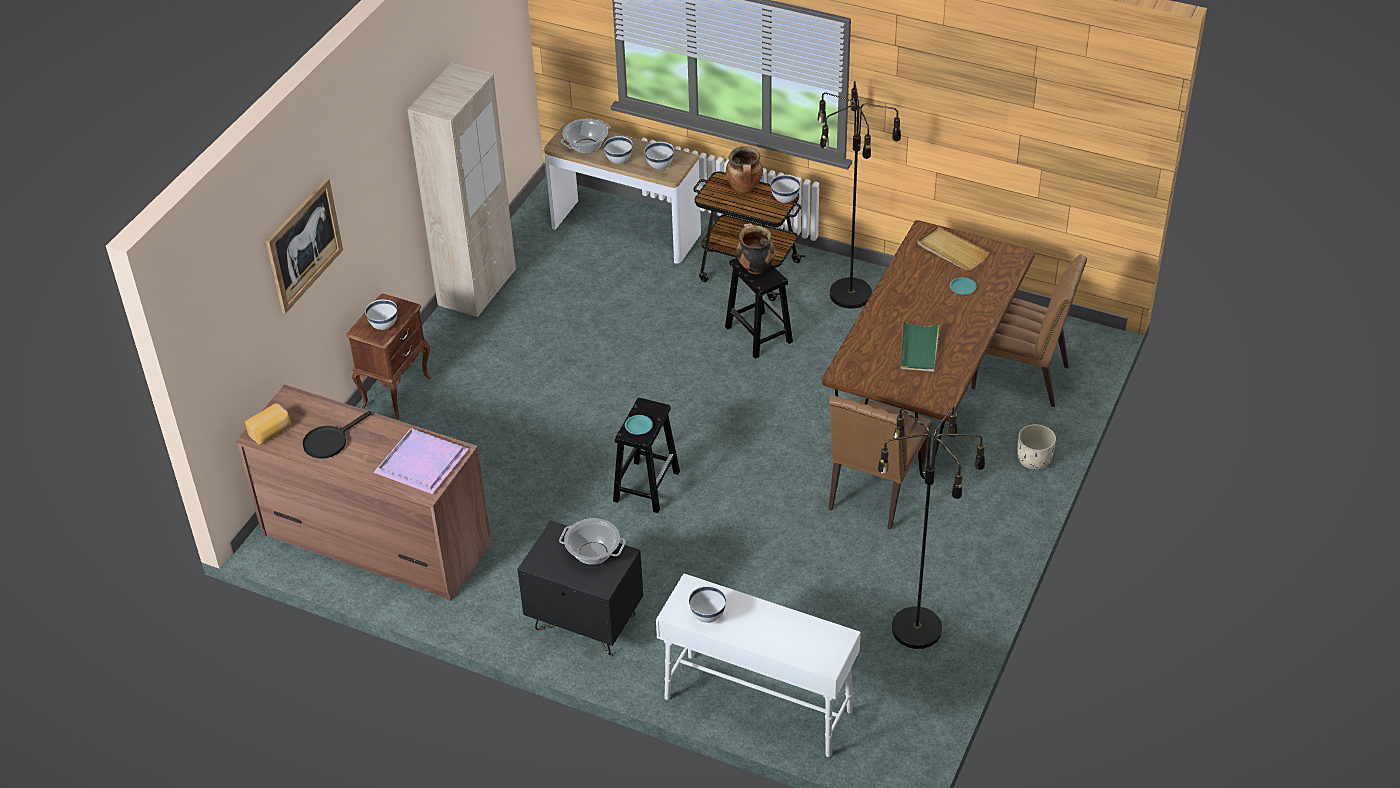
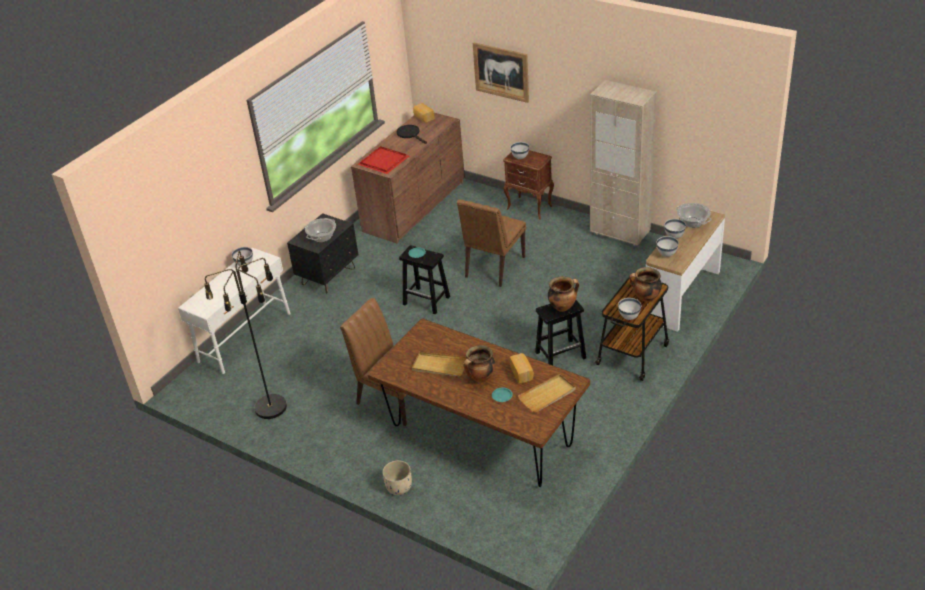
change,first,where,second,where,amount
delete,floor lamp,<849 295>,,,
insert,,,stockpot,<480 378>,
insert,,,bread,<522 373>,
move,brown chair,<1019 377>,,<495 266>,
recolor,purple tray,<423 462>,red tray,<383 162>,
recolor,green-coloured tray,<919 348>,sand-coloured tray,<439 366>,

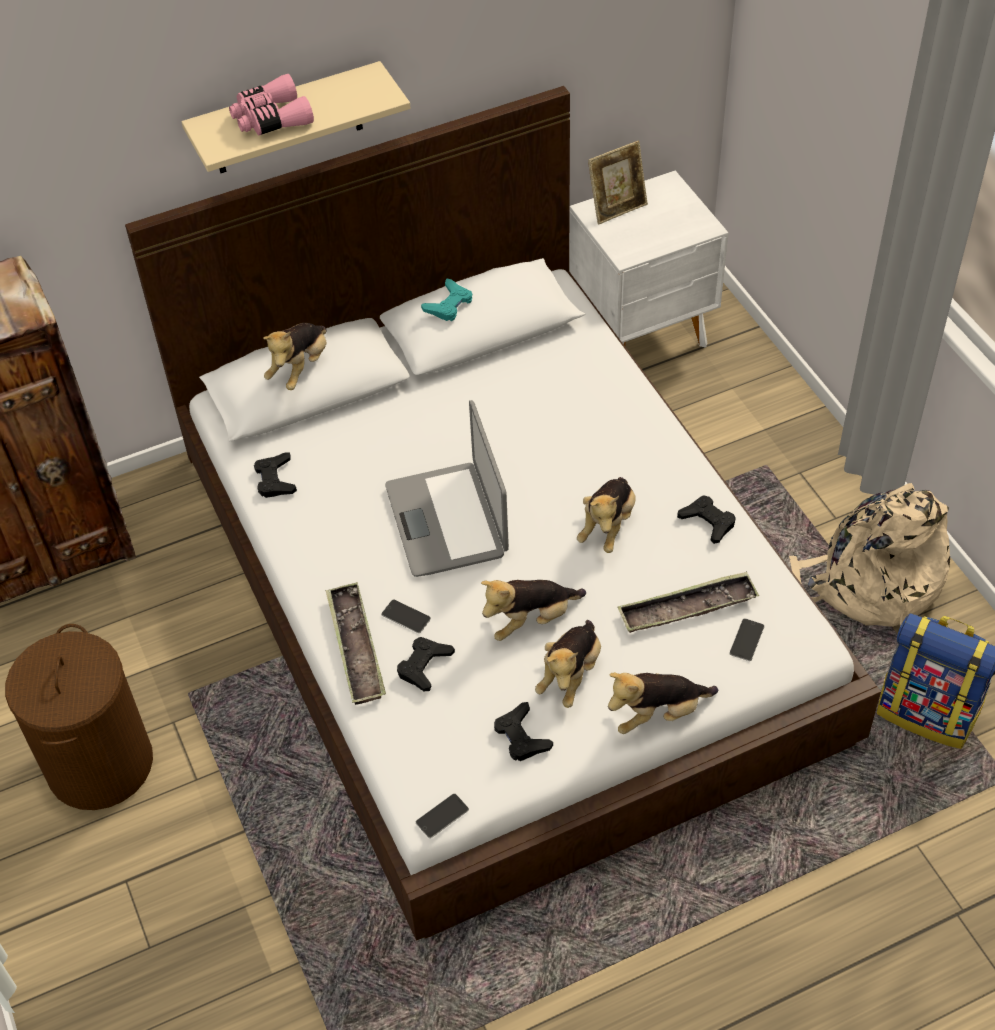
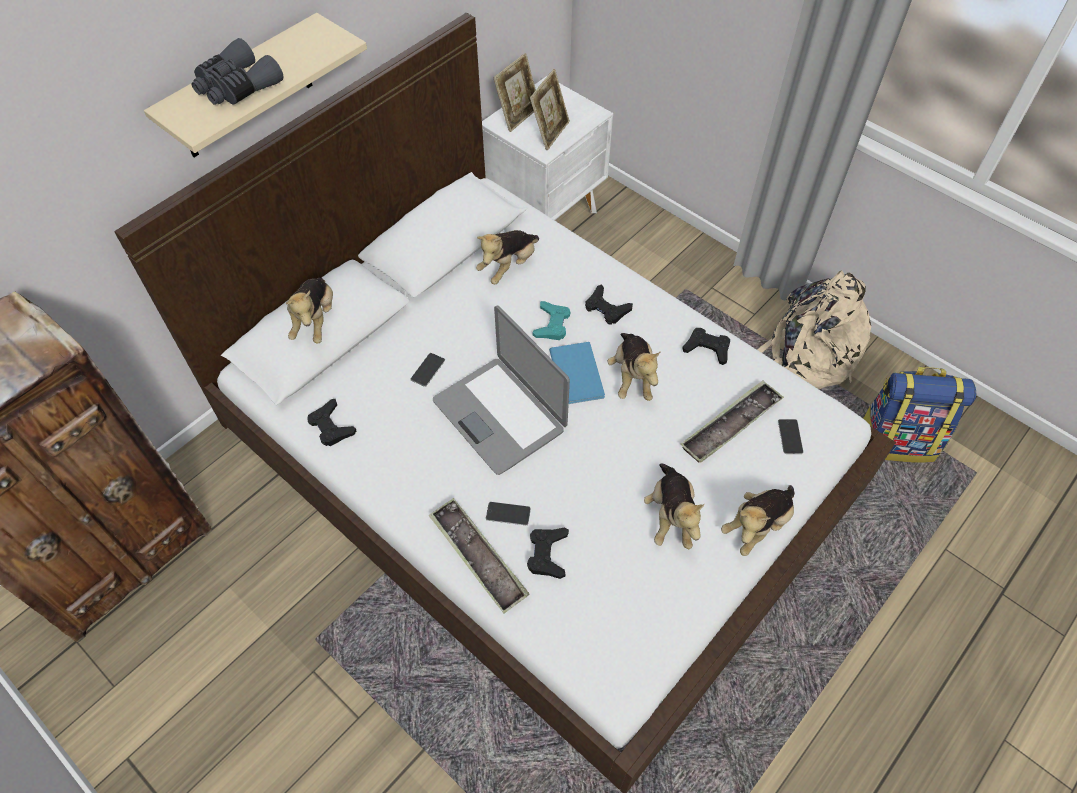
change,first,where,second,where,amount
delete,brown laundry basket,<100 763>,,,
insert,,,standing frame,<550 133>,
insert,,,blue-coloured bound book,<578 372>,
move,handset,<442 816>,,<428 369>,
move,turquoise-coloured game controller,<449 305>,,<552 324>,
move,cuddly toy,<530 620>,,<508 266>,
move,blackish game controller,<521 736>,,<606 308>,
recolor,pinkish pair of binoculars,<270 119>,greyish pair of binoculars,<236 87>,

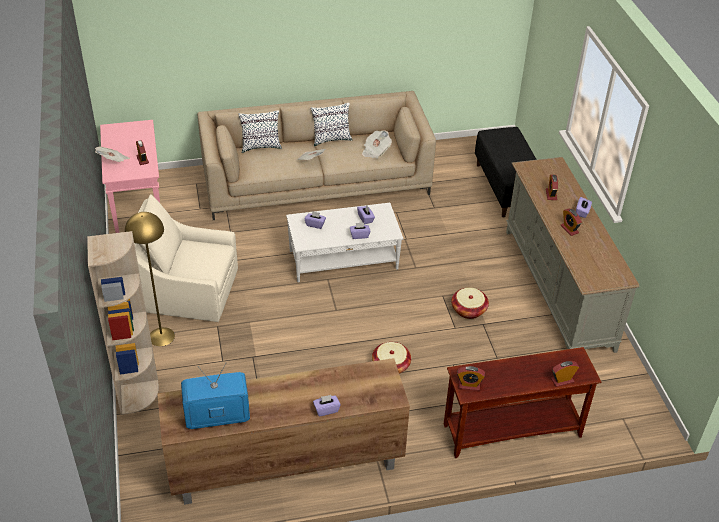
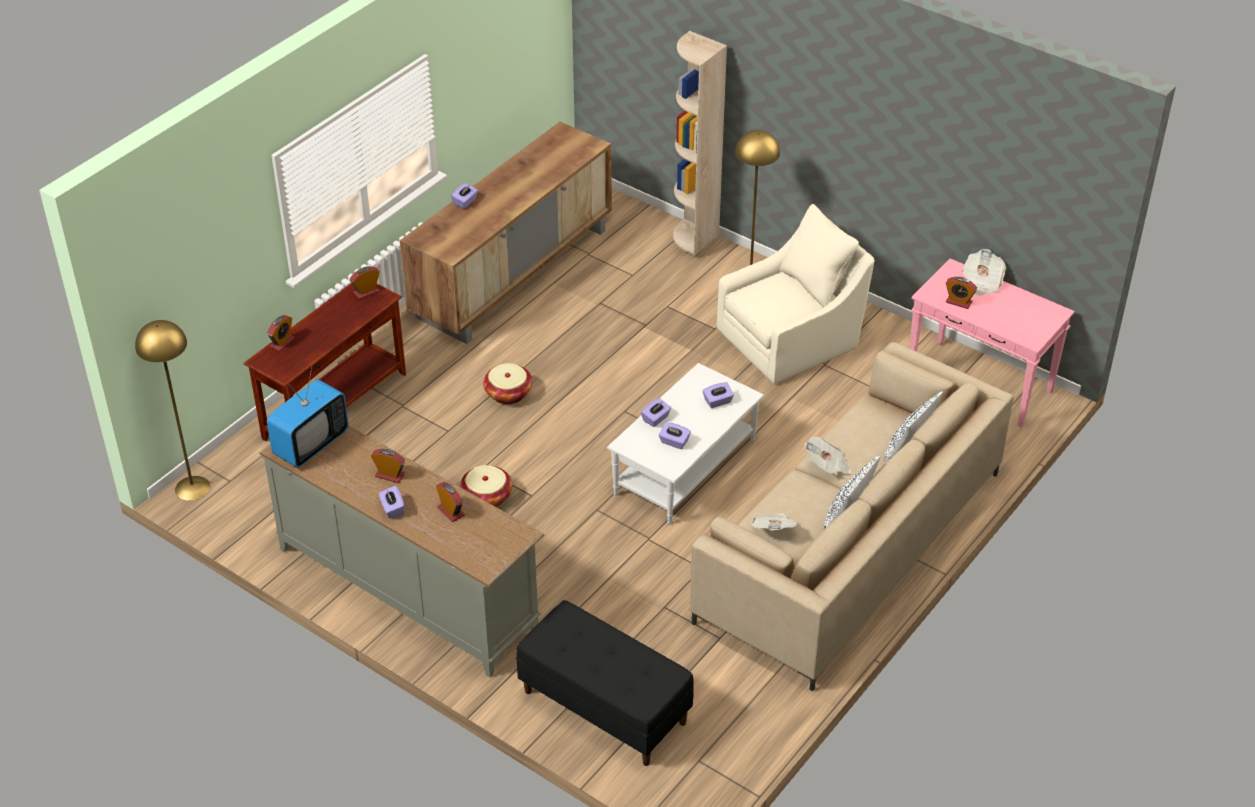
change,first,where,second,where,amount
insert,,,yellow-coloured floor lamp,<192 488>,
move,TV,<217 416>,,<311 444>,

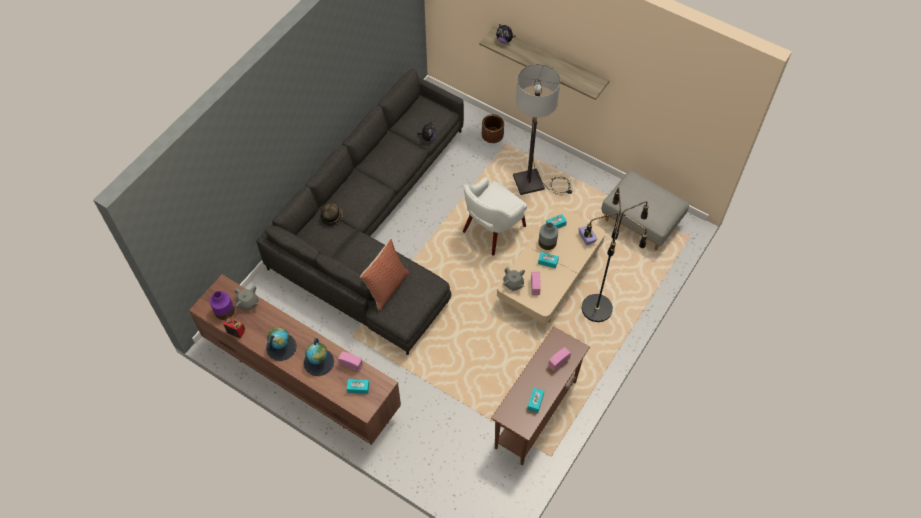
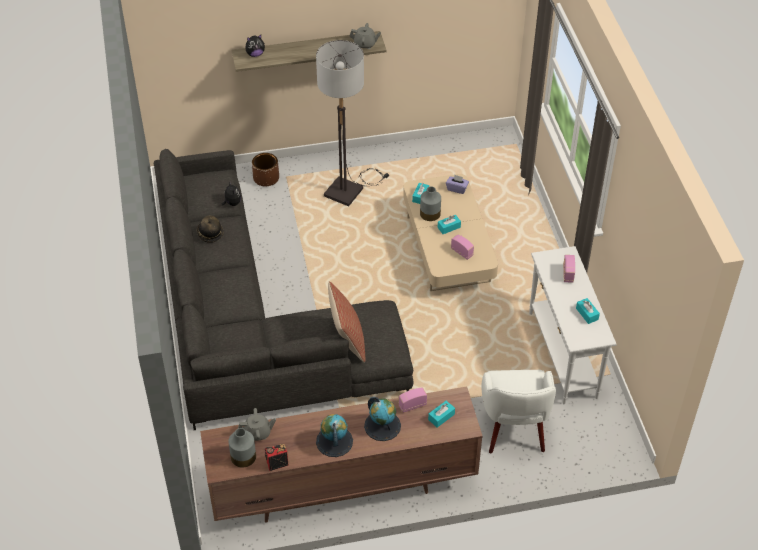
change,first,where,second,where,amount
delete,floor lamp,<597 309>,,,
delete,greyish pouffe,<641 222>,,,
move,clothing hat,<332 216>,,<210 233>,
move,whitish easy chair,<492 230>,,<514 428>,
move,greyish tea pot,<513 284>,,<365 44>,
recolor,purple vase,<224 311>,greyish vase,<243 457>,
recolor,brown narrow table,<536 415>,whitish narrow table,<564 355>,

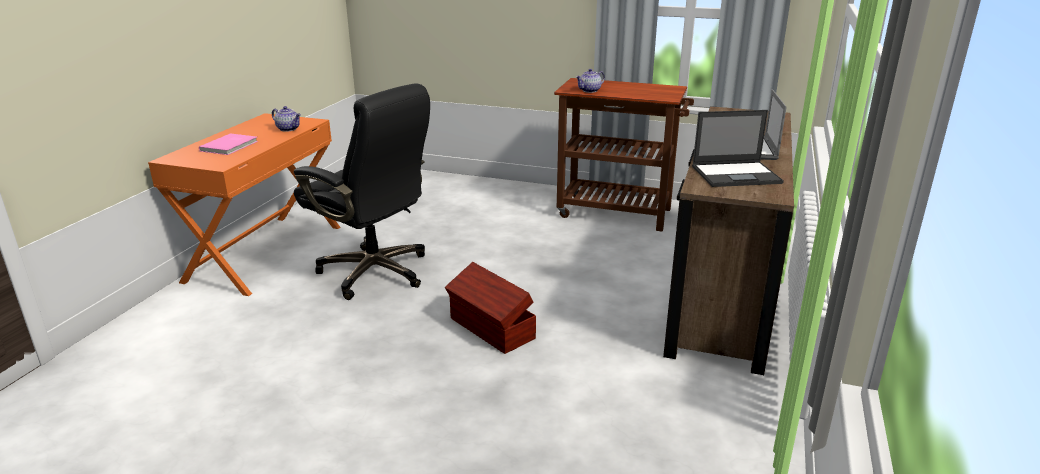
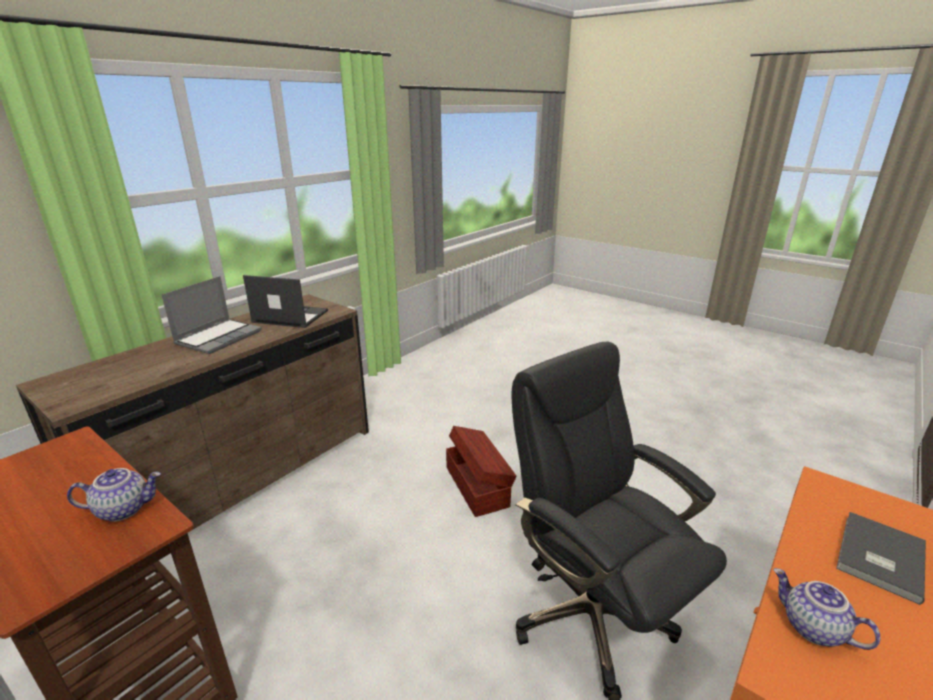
change,first,where,second,where,amount
recolor,pinkish bound book,<231 146>,greyish bound book,<877 557>,

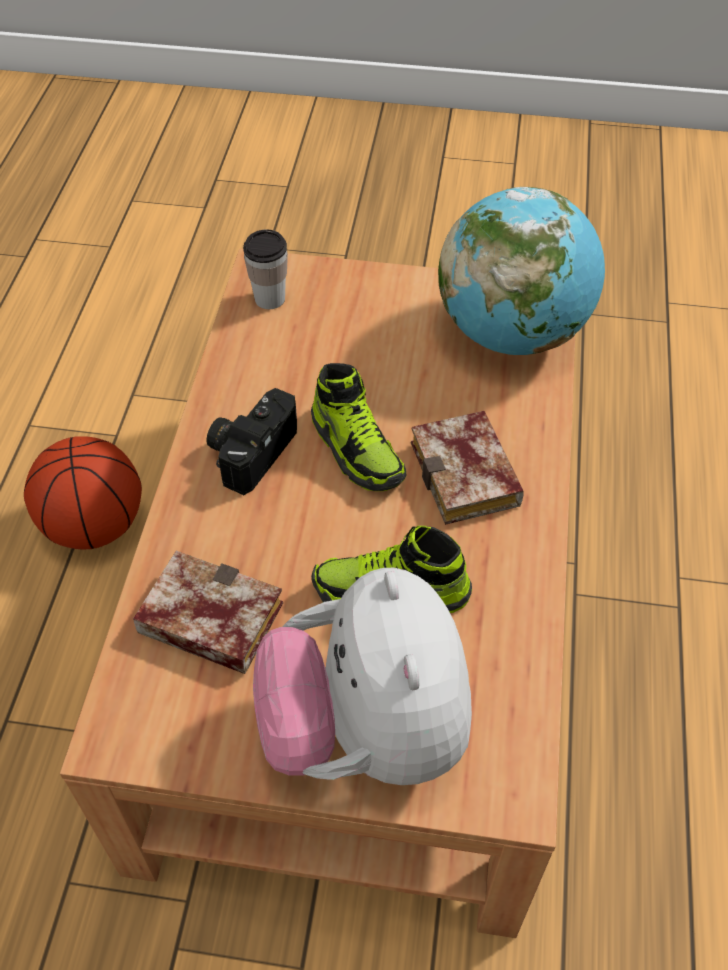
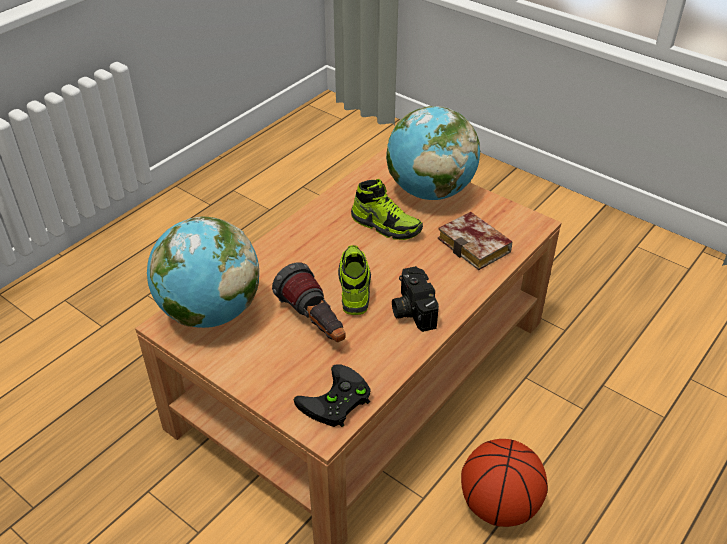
change,first,where,second,where,amount
delete,bound book,<469 477>,,,
insert,,,hand torch,<315 323>,
replace,cup,<270 299>,blackish game controller,<335 402>,
replace,cuddly toy,<366 729>,globe,<430 191>,
rotate,photo camera,<251 450>,,<411 309>,105 degrees clockwise

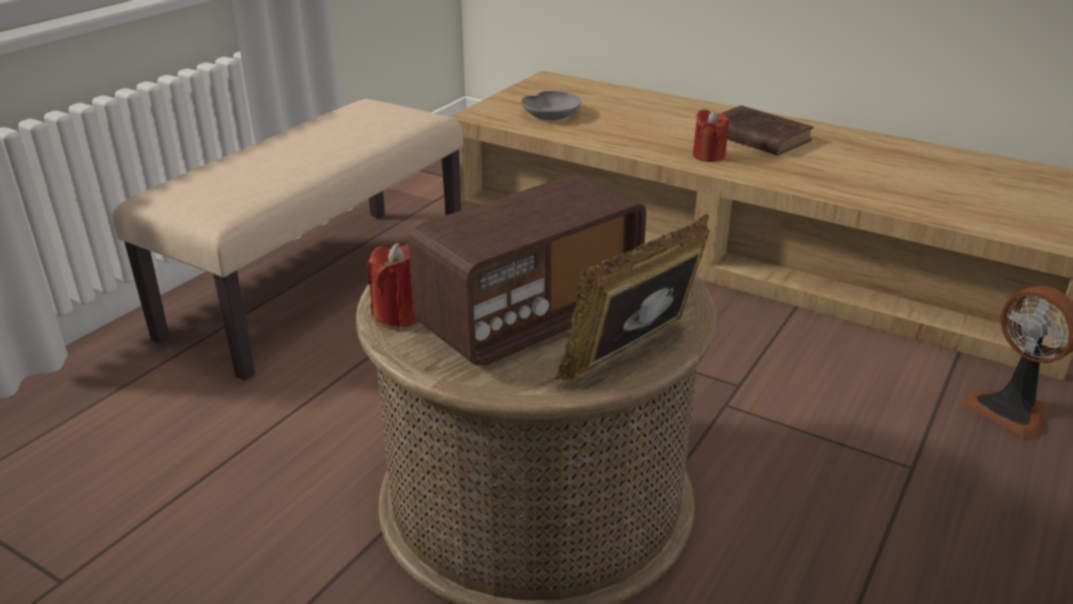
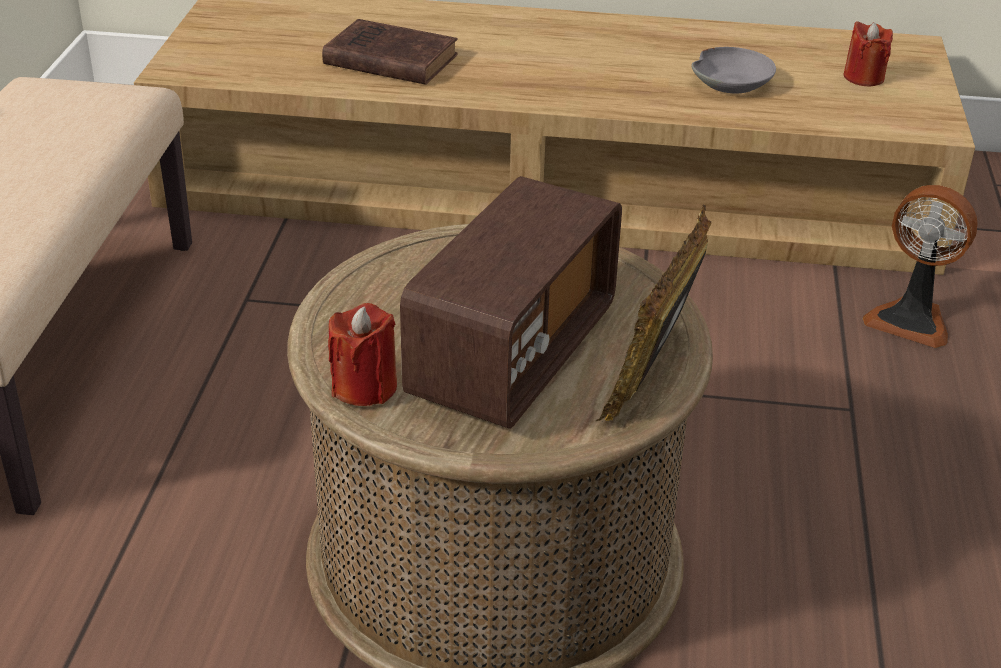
change,first,where,second,where,amount
move,greyish bowl,<552 114>,,<732 82>,
move,red wax candle,<708 155>,,<863 77>,
move,brown bound book,<755 136>,,<387 59>,

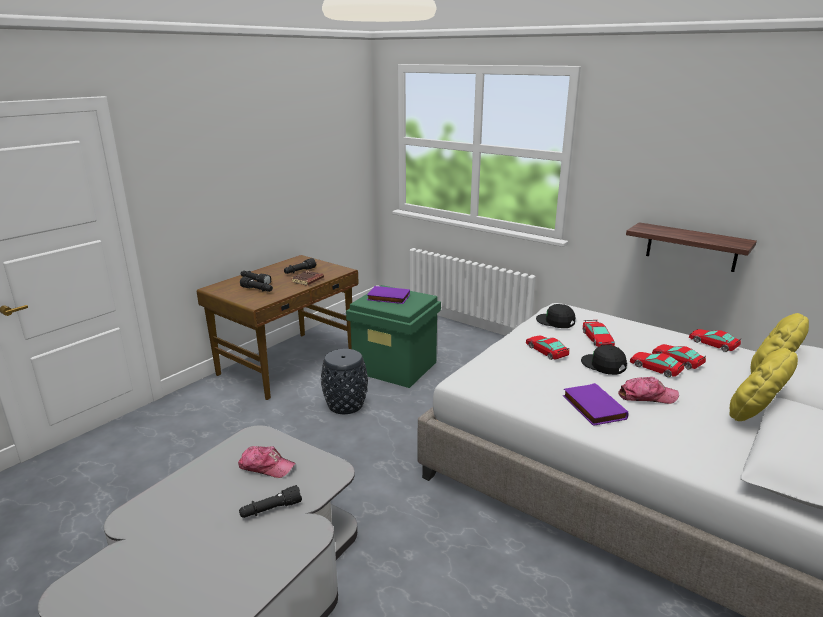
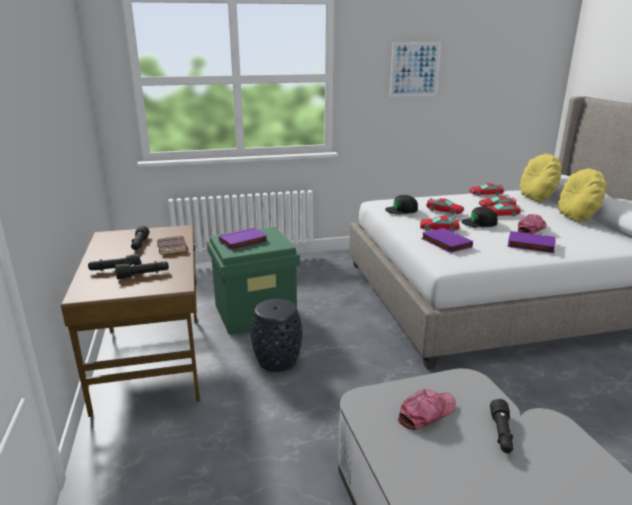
change,first,where,second,where,amount
delete,wall shelf,<691 247>,,,
insert,,,wall picture,<415 69>,
insert,,,purple bound book,<445 243>,

